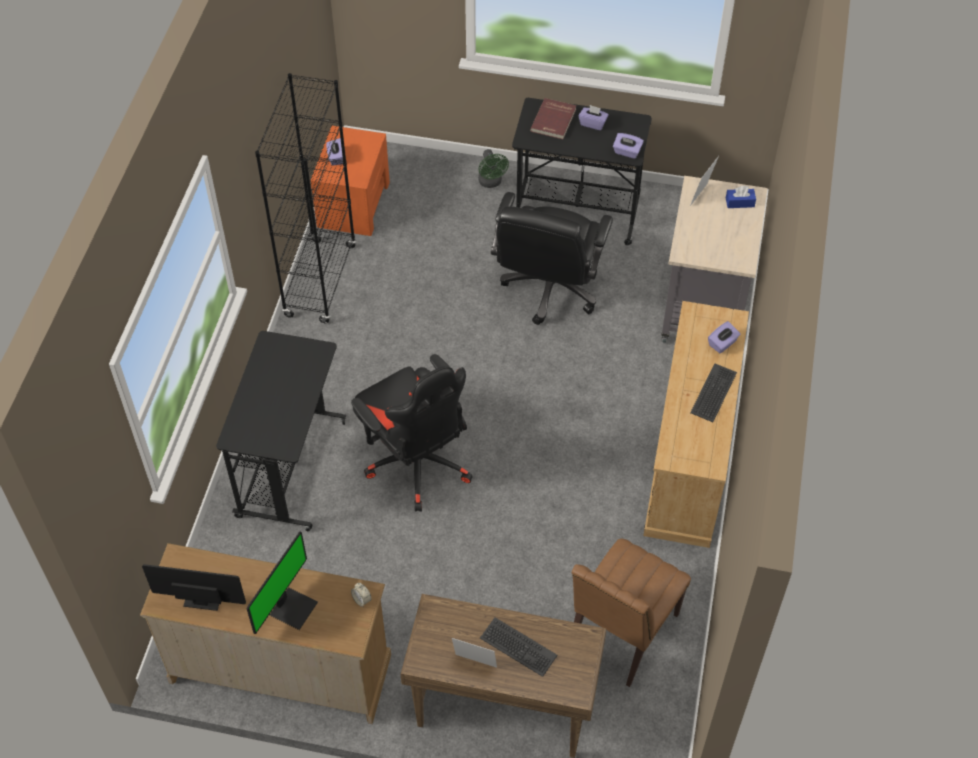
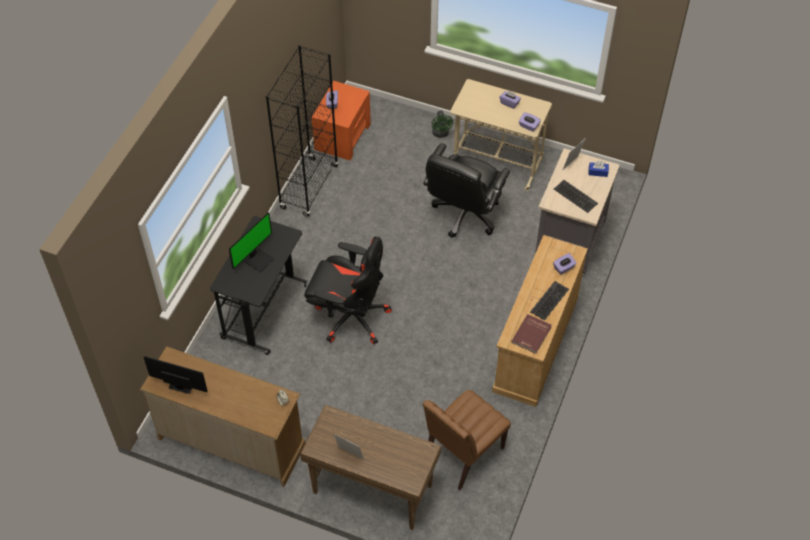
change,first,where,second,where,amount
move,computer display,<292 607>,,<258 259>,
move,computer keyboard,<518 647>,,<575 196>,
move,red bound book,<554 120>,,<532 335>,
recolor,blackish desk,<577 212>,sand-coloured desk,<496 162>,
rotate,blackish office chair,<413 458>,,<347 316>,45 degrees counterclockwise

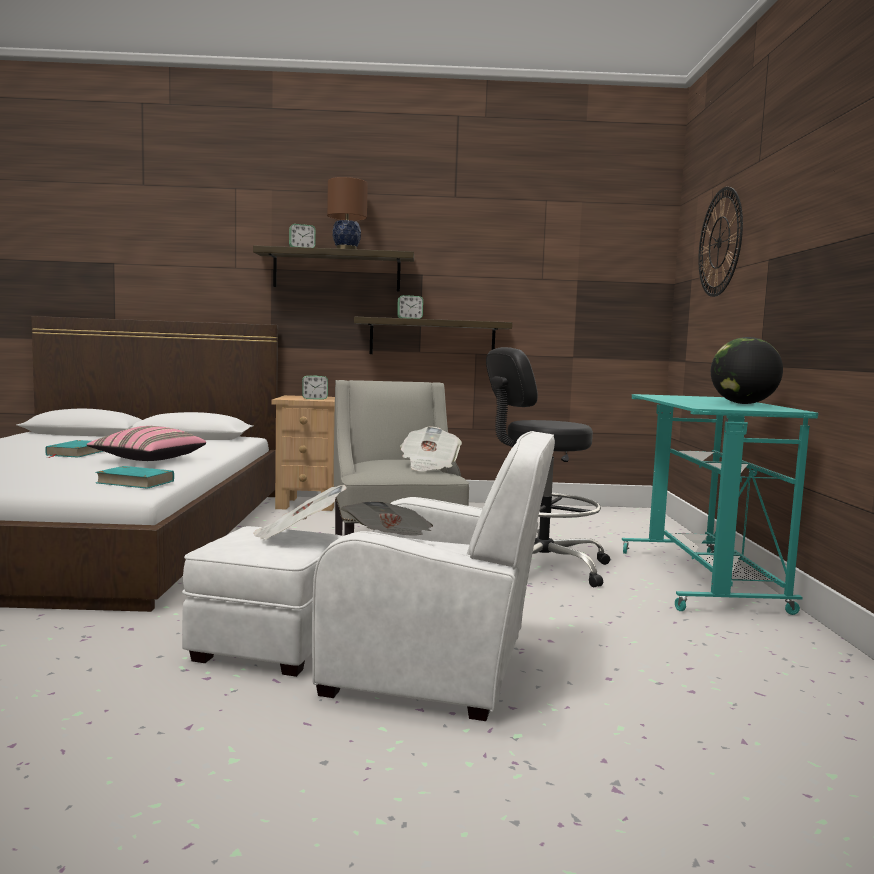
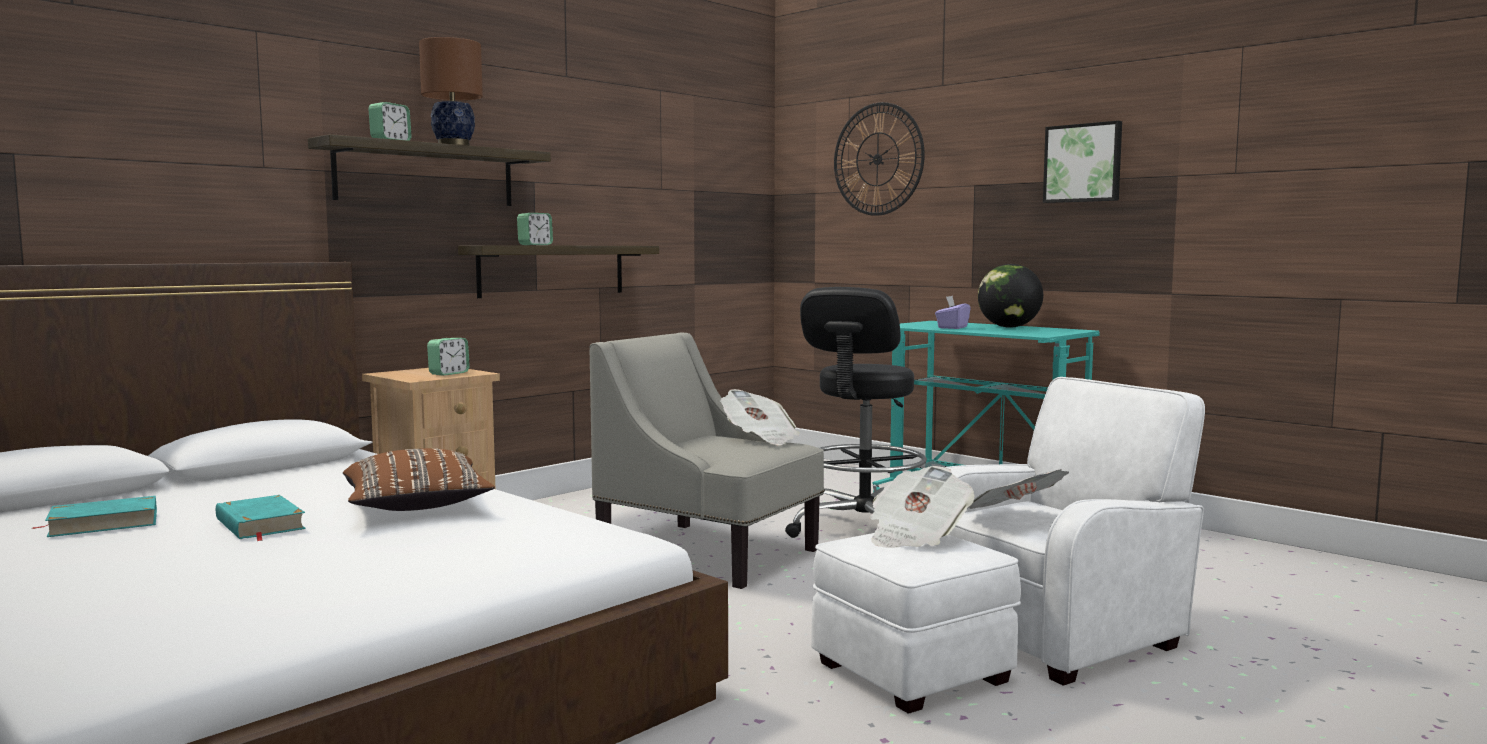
change,first,where,second,where,amount
insert,,,purple tissue holder,<952 327>,
insert,,,wall picture,<1083 163>,
move,turquoise-coloured bound book,<135 482>,,<103 523>,
recolor,pinkish cushion,<148 460>,brown cushion,<416 507>,

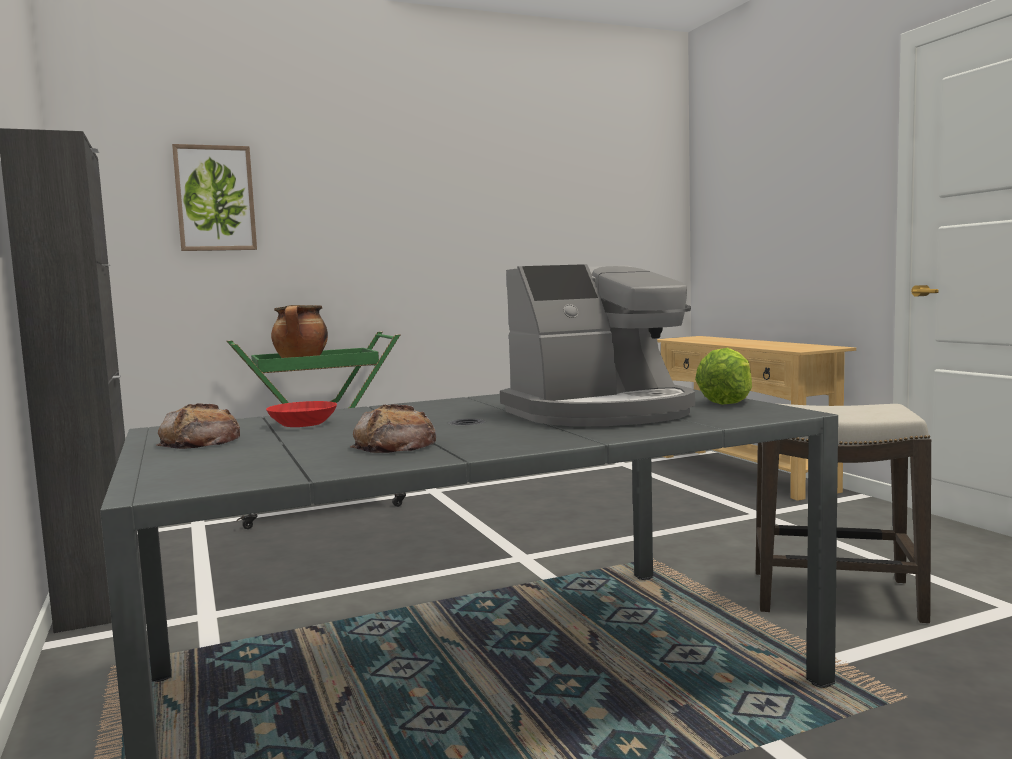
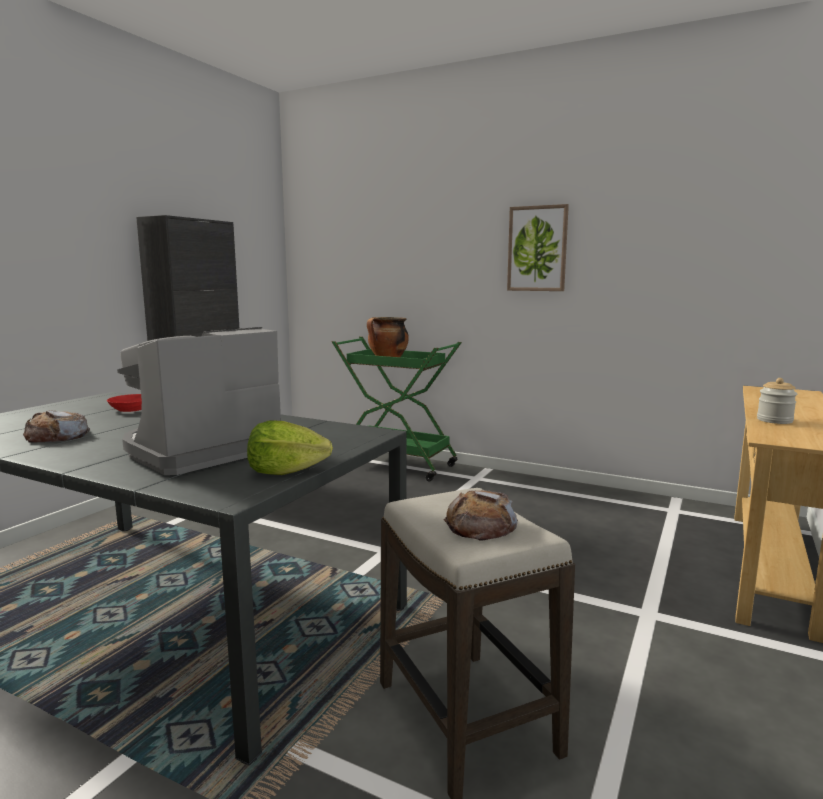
change,first,where,second,where,amount
insert,,,preserve jar,<774 420>,
move,bread,<201 441>,,<481 525>,
move,wall picture,<215 198>,,<537 249>,
rotate,coffee machine,<601 412>,,<202 450>,105 degrees clockwise

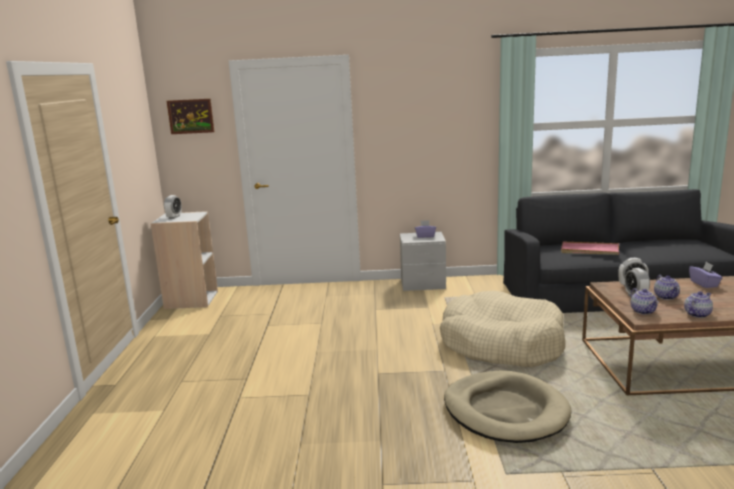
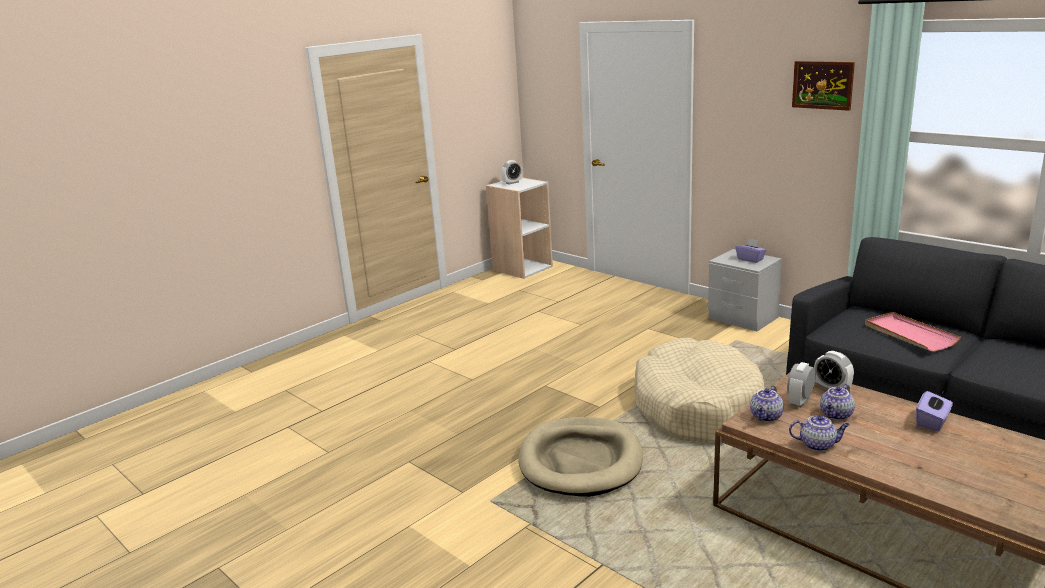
change,first,where,second,where,amount
move,wall picture,<190 116>,,<822 85>,

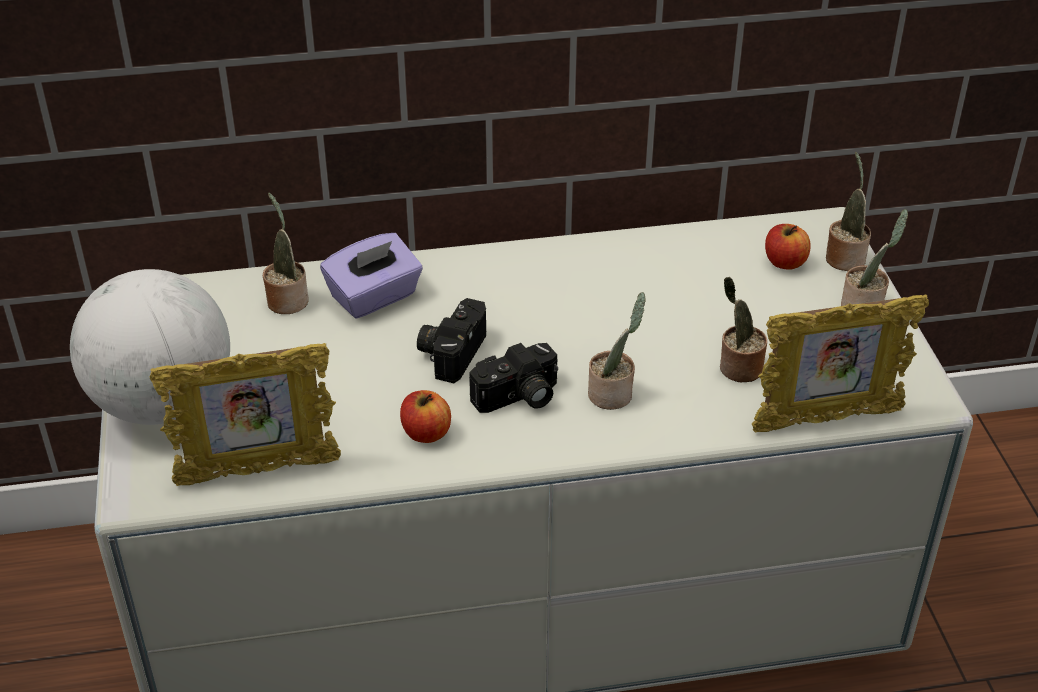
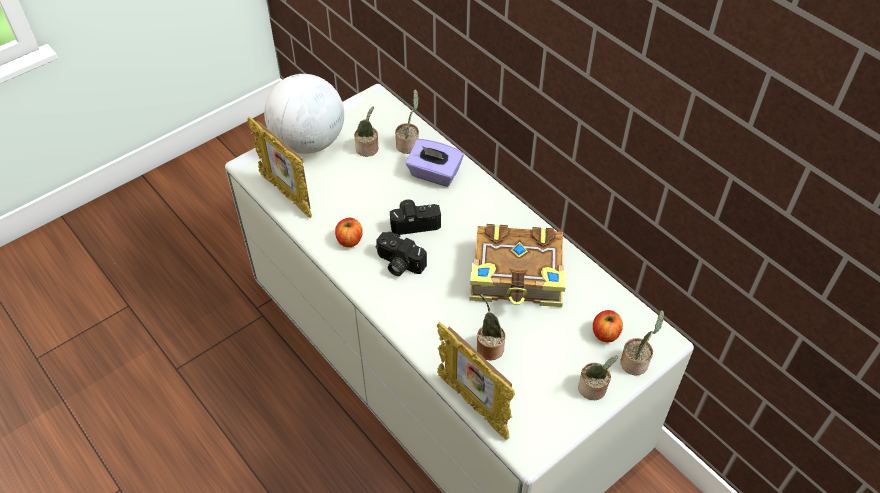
change,first,where,second,where,amount
insert,,,bound book,<518 277>,
move,potted plant,<613 394>,,<368 149>,

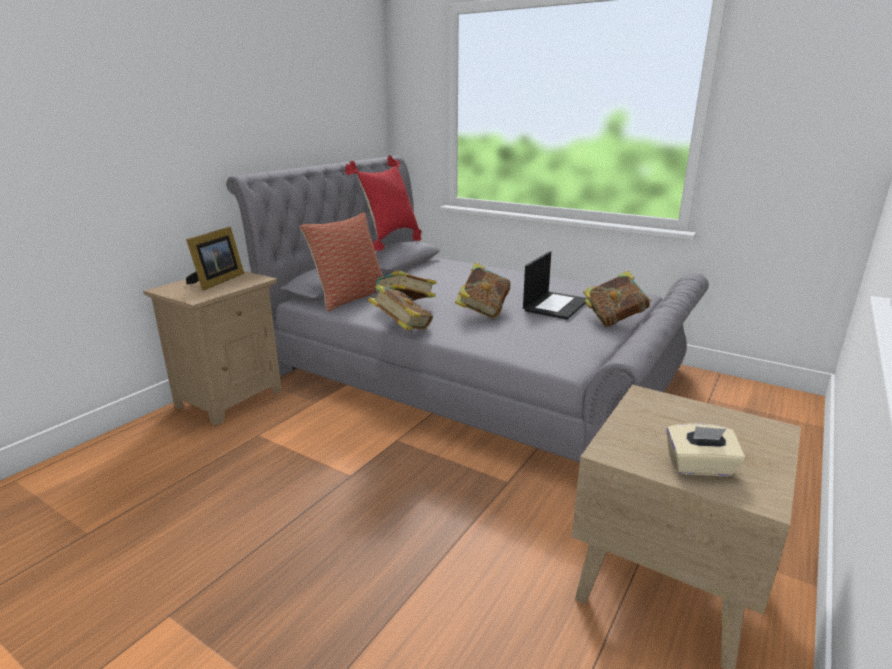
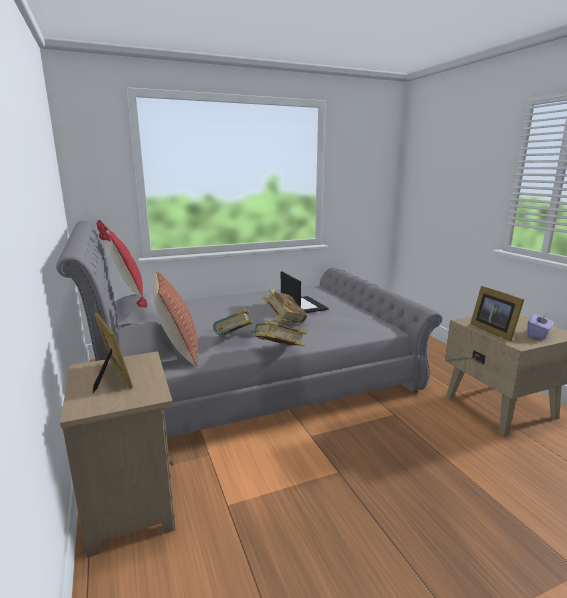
change,first,where,second,where,amount
delete,bound book,<614 320>,,,
insert,,,standing frame,<493 330>,
recolor,sand-coloured tissue holder,<700 467>,purple tissue holder,<538 334>,

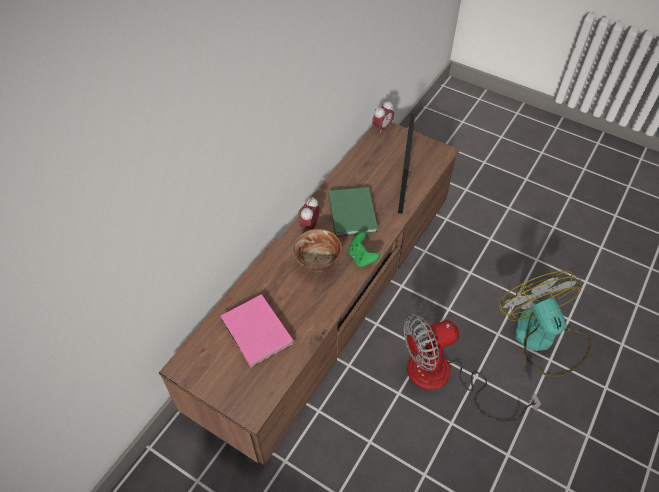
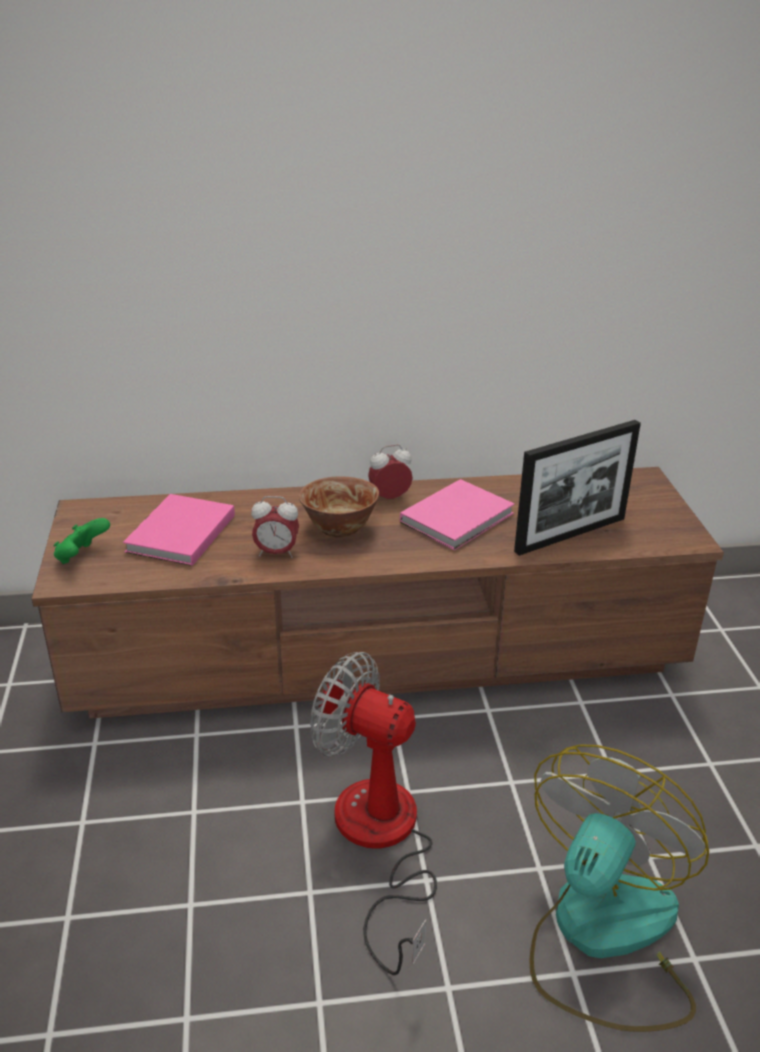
change,first,where,second,where,amount
move,green-coloured game controller,<362 258>,,<82 557>,
move,bedside clock,<382 128>,,<276 553>,
recolor,green-coloured bound book,<353 212>,pinkish bound book,<460 517>,

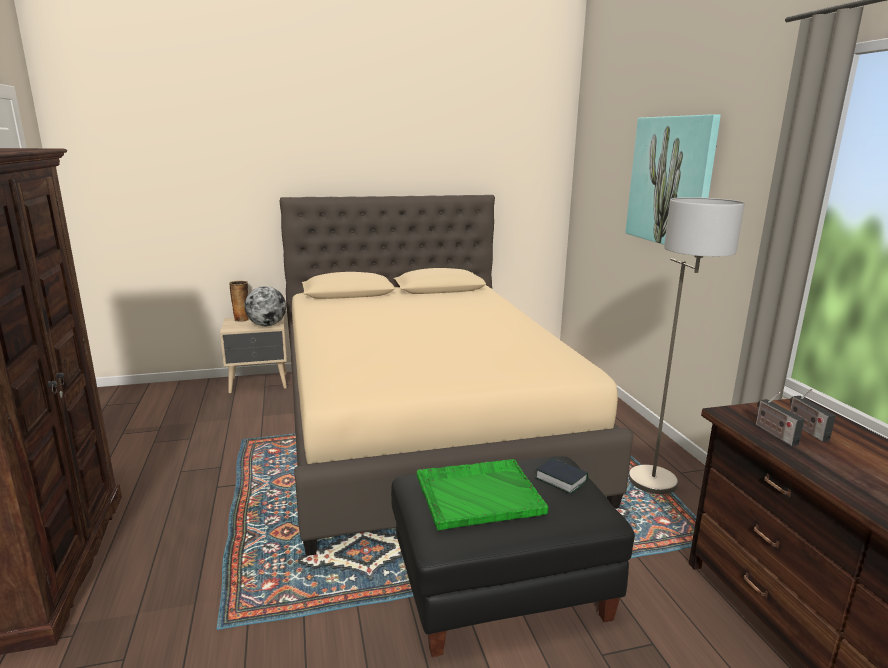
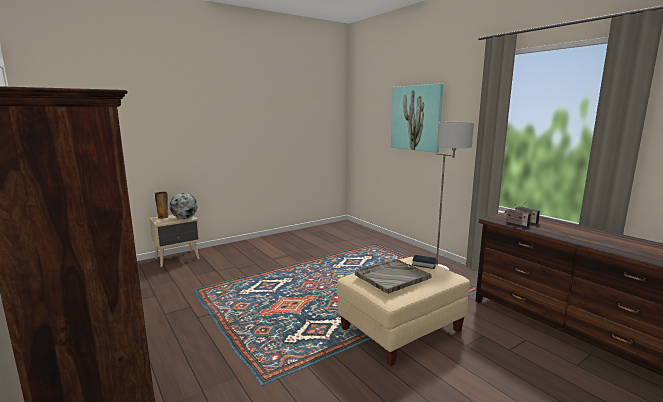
change,first,where,second,where,amount
delete,sand-coloured sleeping bed,<422 426>,,,
recolor,blackish pouffe,<501 589>,sand-coloured pouffe,<400 330>,
recolor,green-coloured tray,<477 495>,greyish tray,<391 276>,

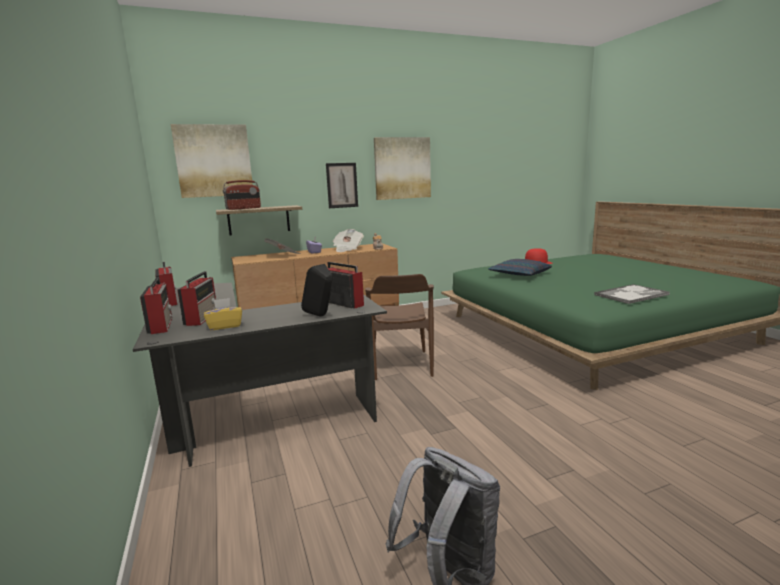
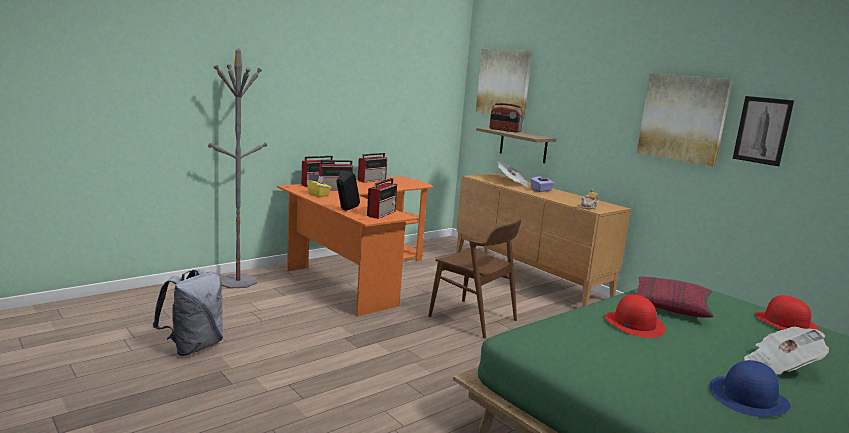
change,first,where,second,where,amount
delete,tray,<631 295>,,,
insert,,,greyish garment stand,<238 281>,
insert,,,red clothing hat,<634 324>,
insert,,,blue-coloured clothing hat,<748 397>,
move,wall picture,<342 185>,,<762 130>,
move,printed paper,<347 249>,,<781 366>,
recolor,blackish desk,<245 411>,orange desk,<356 273>,
recolor,blue-coloured cushion,<519 275>,red cushion,<670 306>,
rotate,brown chair,<400 365>,,<473 318>,120 degrees counterclockwise

